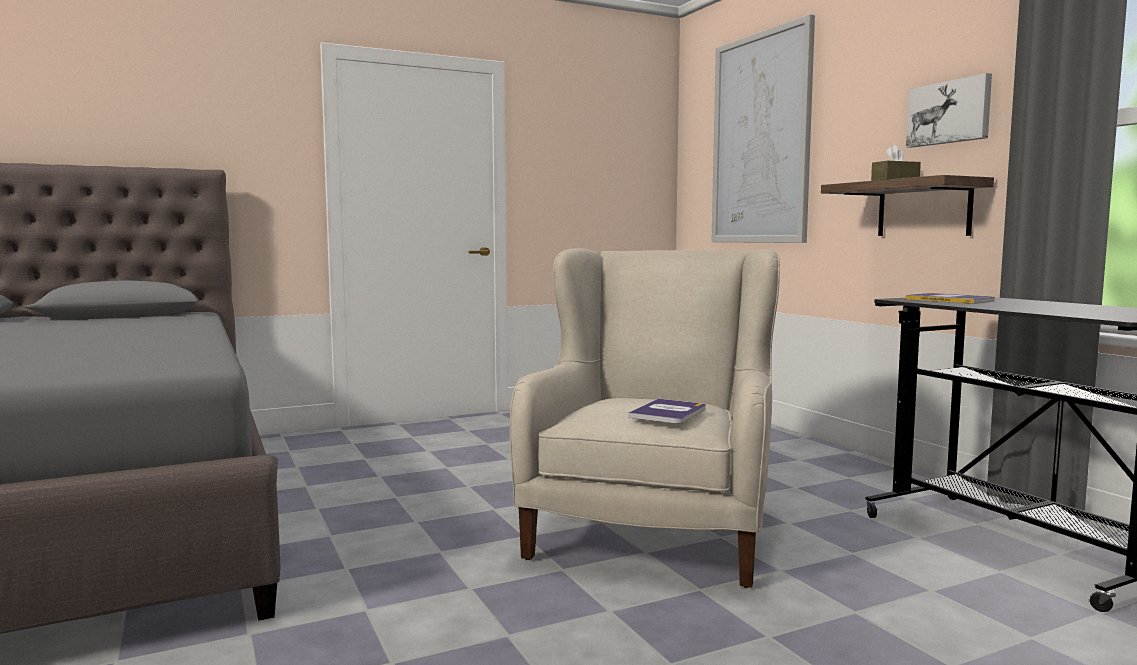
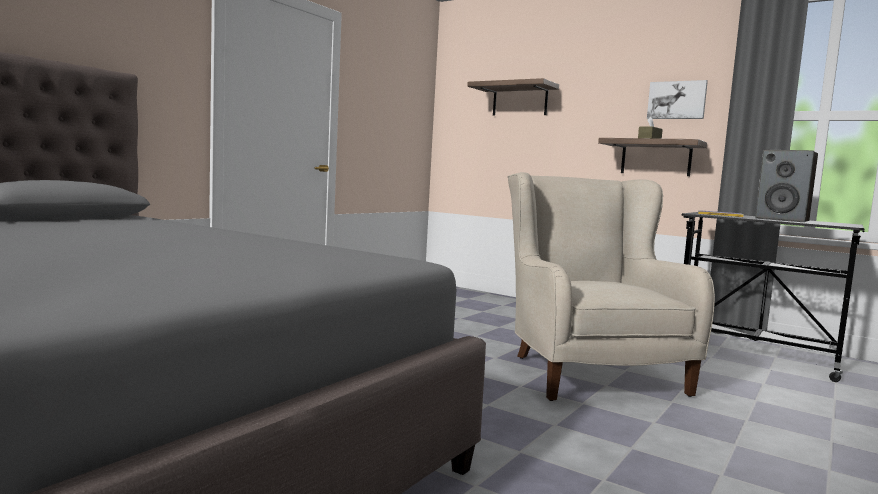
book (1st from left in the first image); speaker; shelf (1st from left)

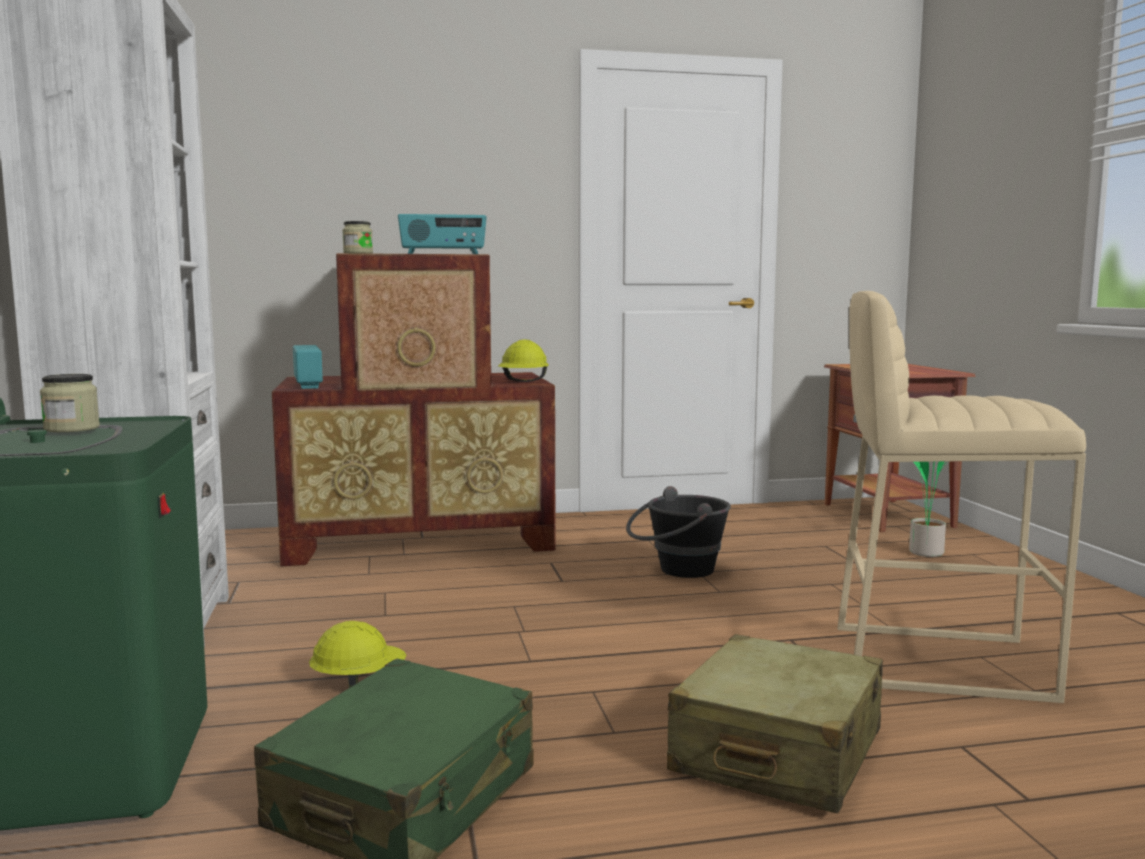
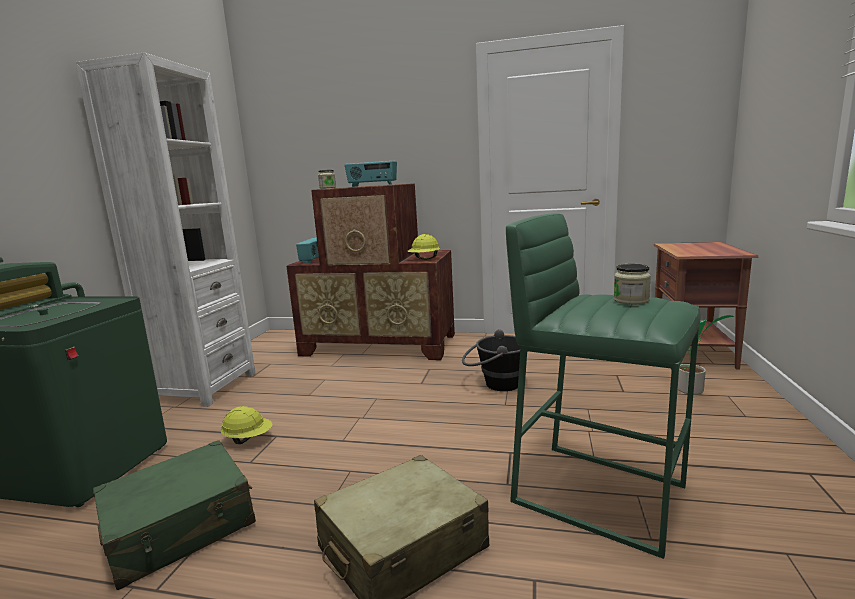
jar (2nd from left); green stool

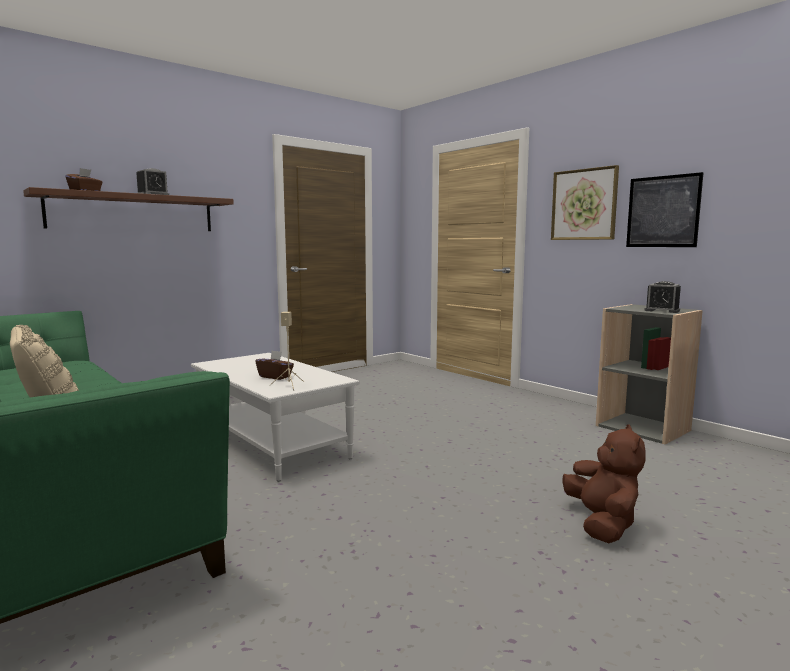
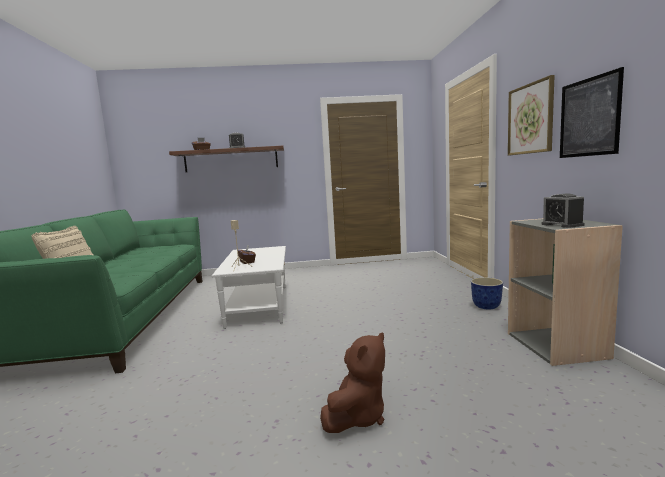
planter

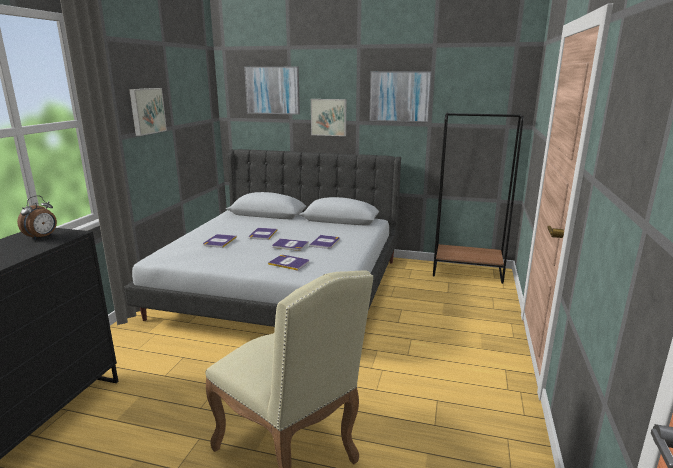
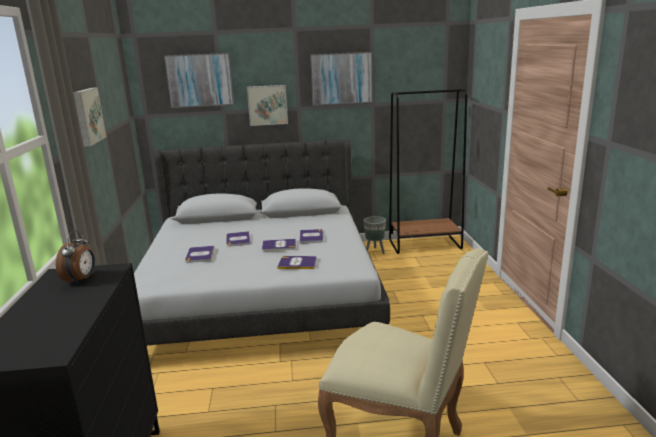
grey planter

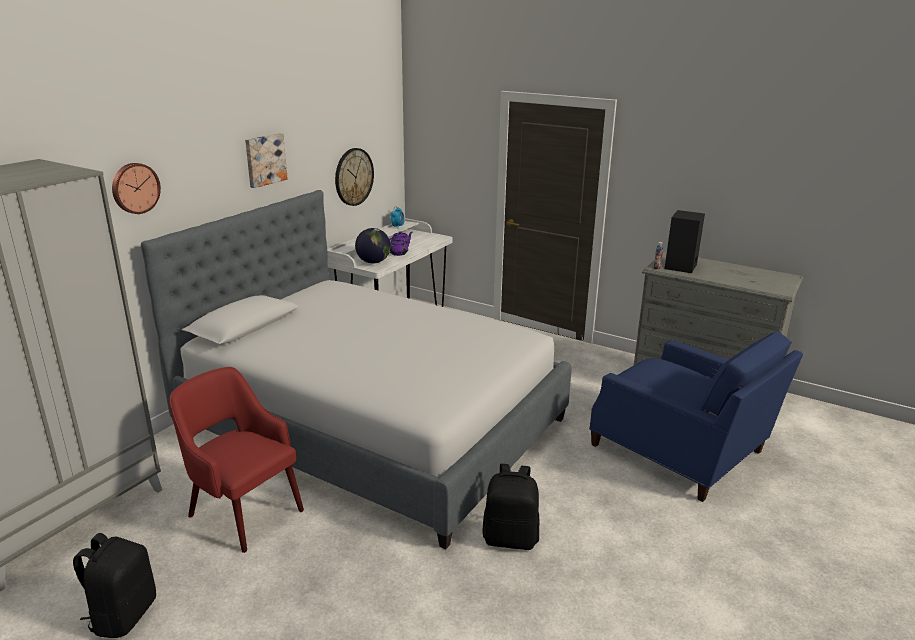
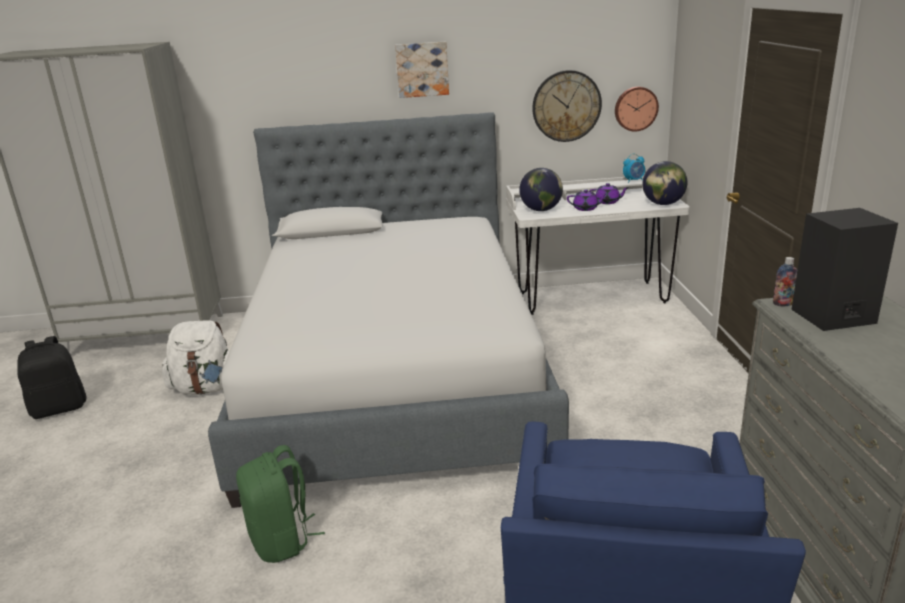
globe (2nd from left); wall clock (2nd from left); white backpack; green backpack

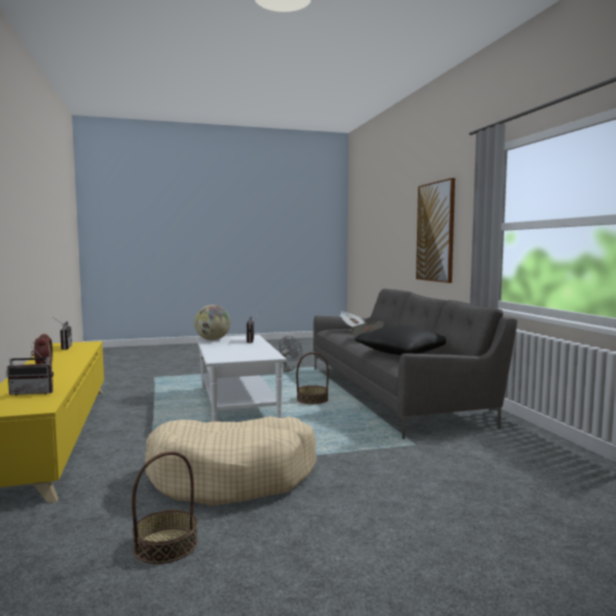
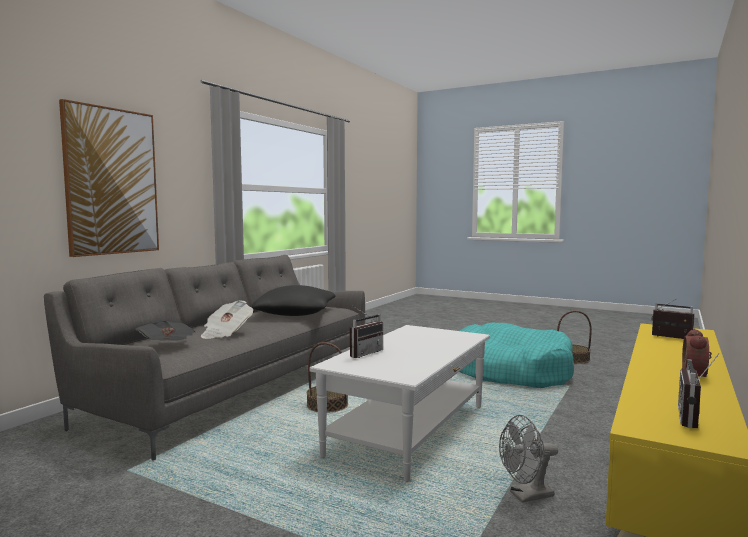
globe; grey fan; turquoise dog bed

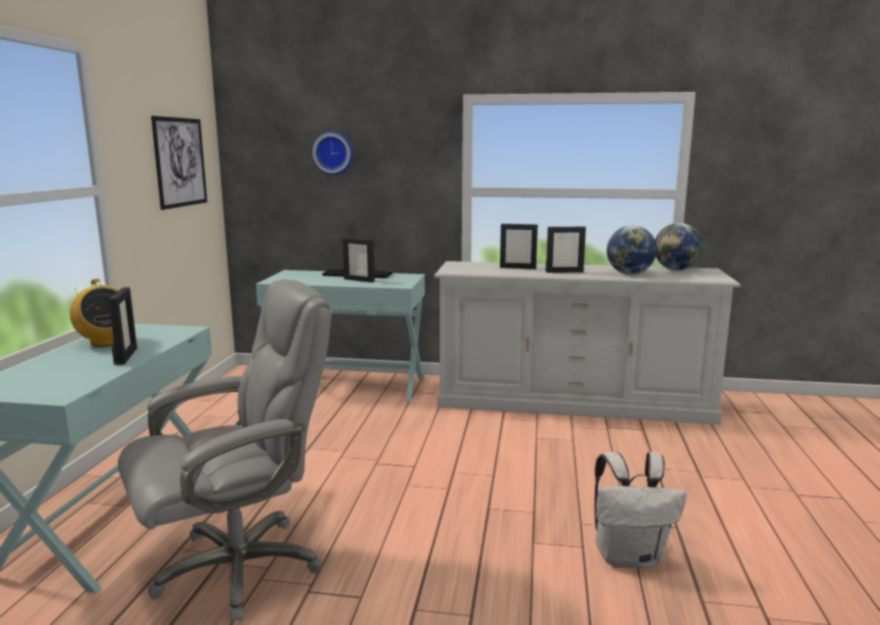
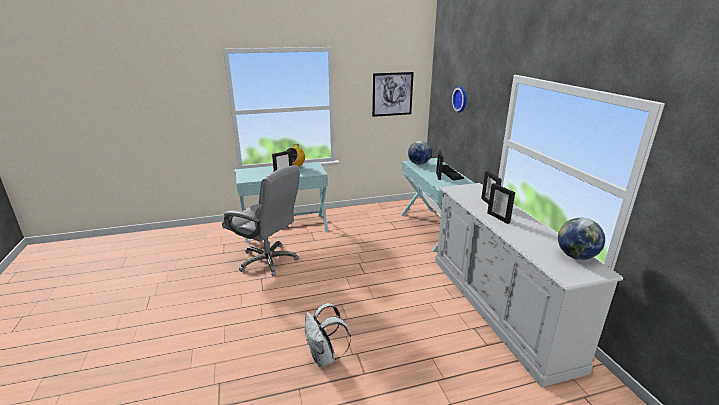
globe (1st from left)

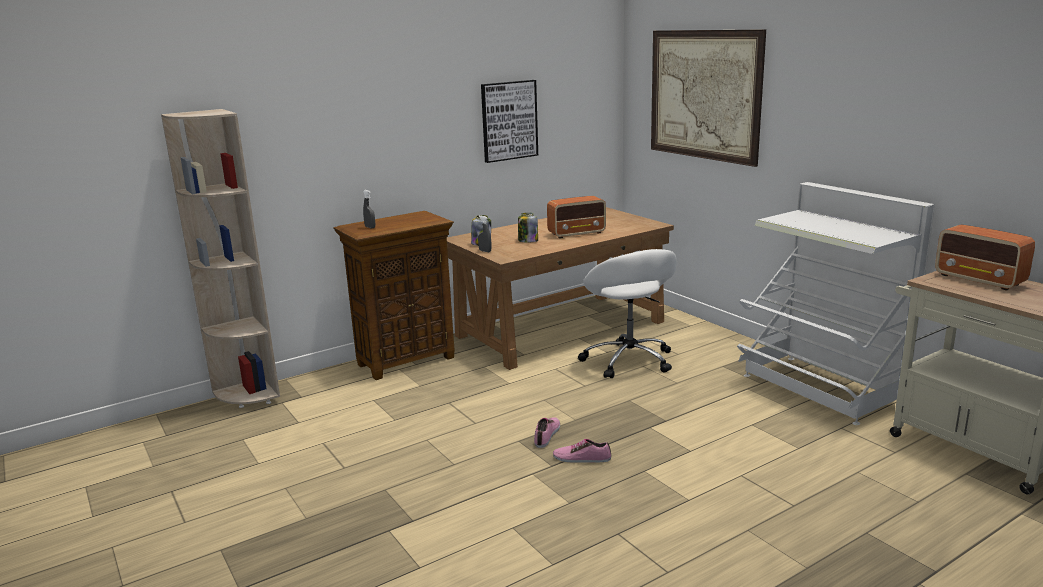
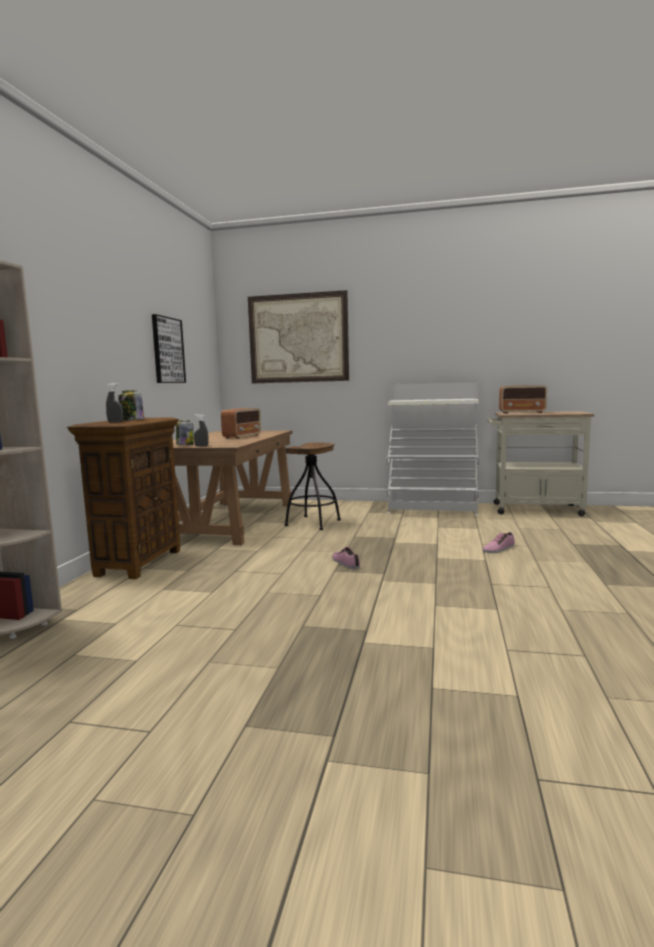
jar (1st from left); shoe (2nd from left); brown stool

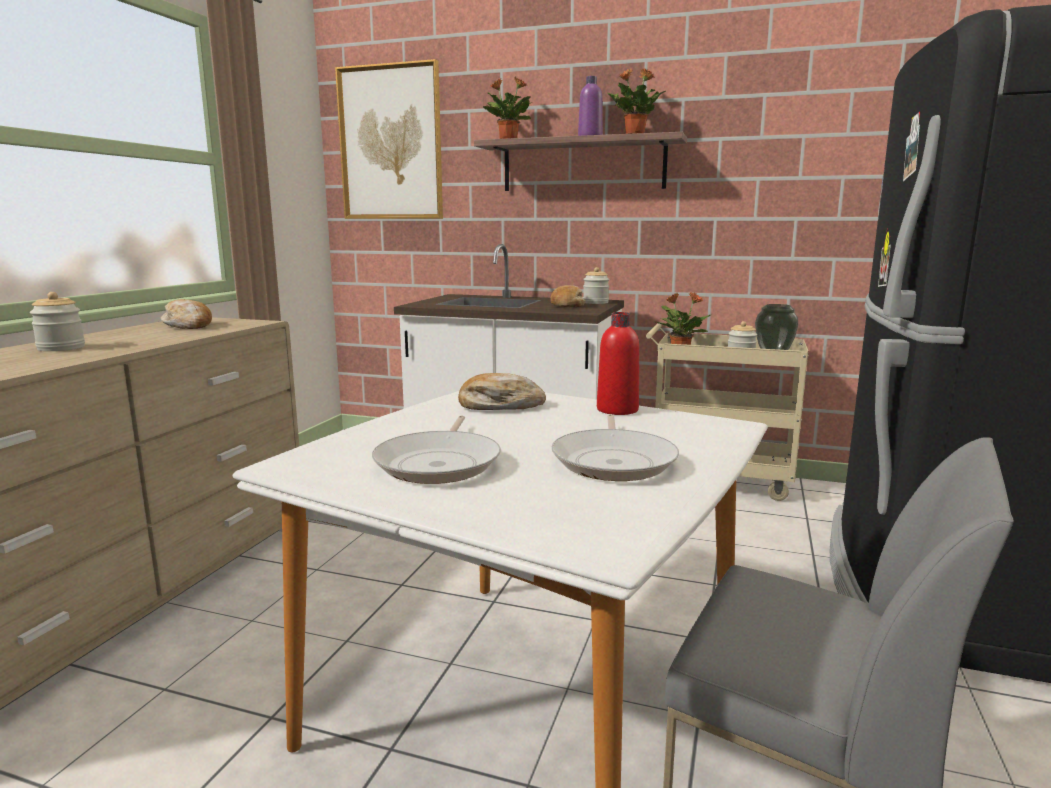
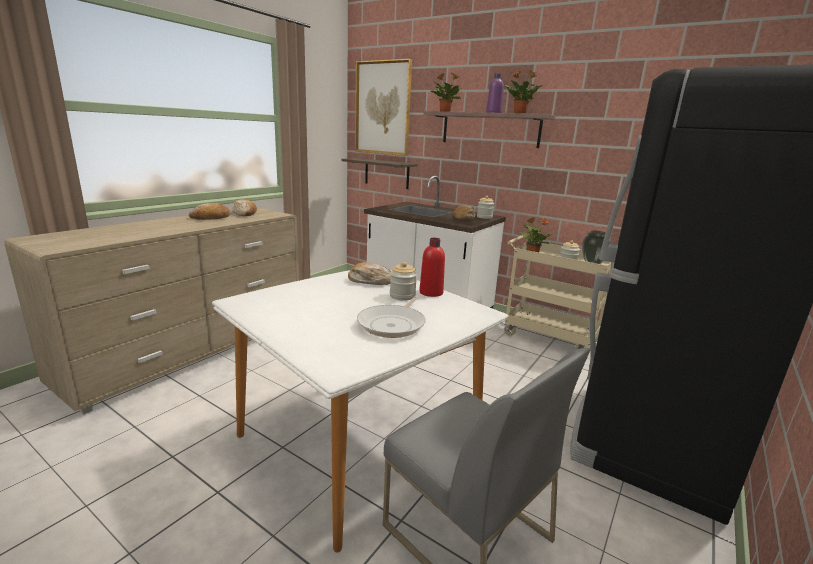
frying pan (1st from left in the first image); bread (1st from left); shelf (1st from left); jar (1st from left)

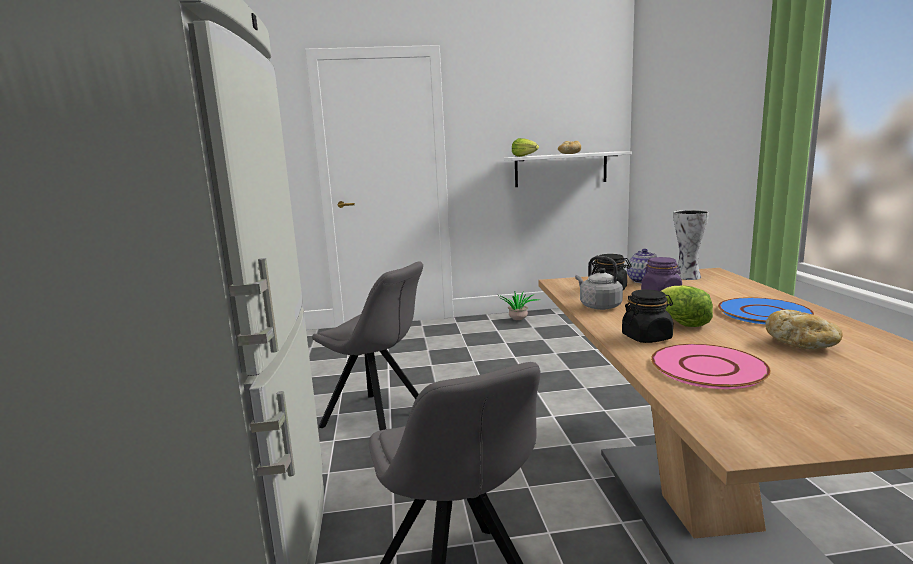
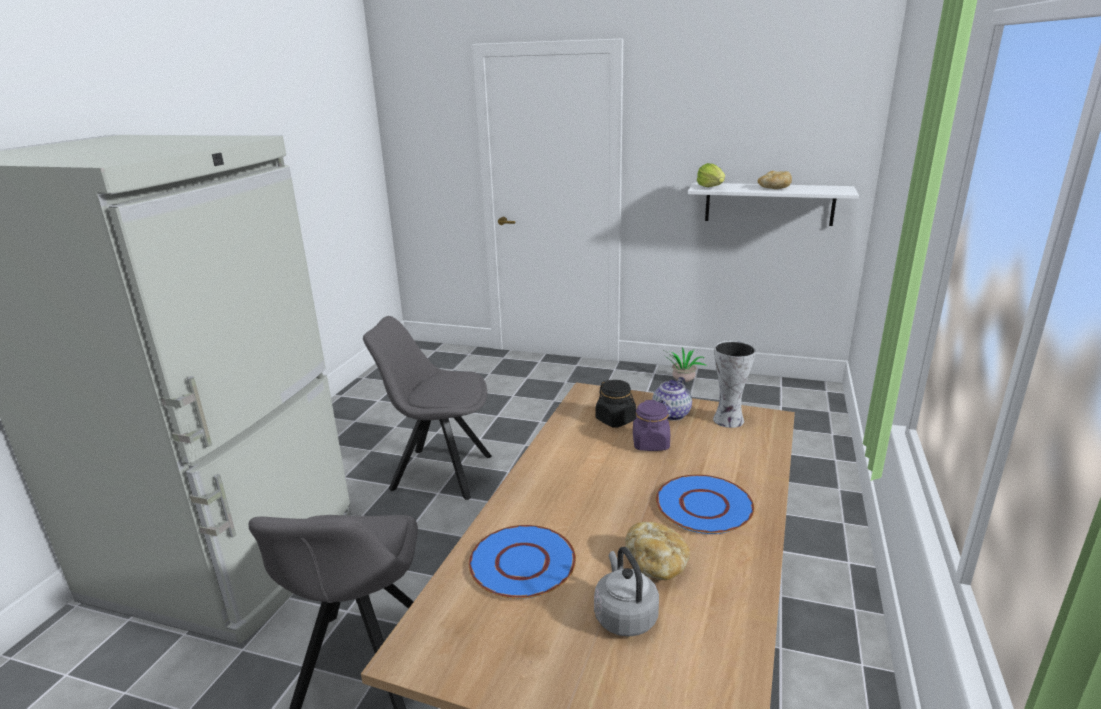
black jar (2nd from left in the first image); lettuce (2nd from left in the first image); grey kettle; blue plate (1st from left); grey chair (2nd from left)

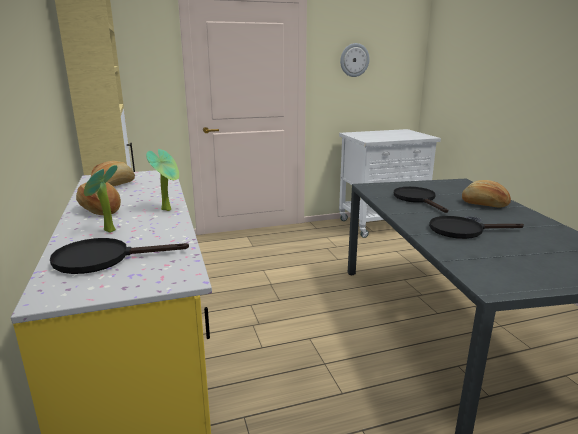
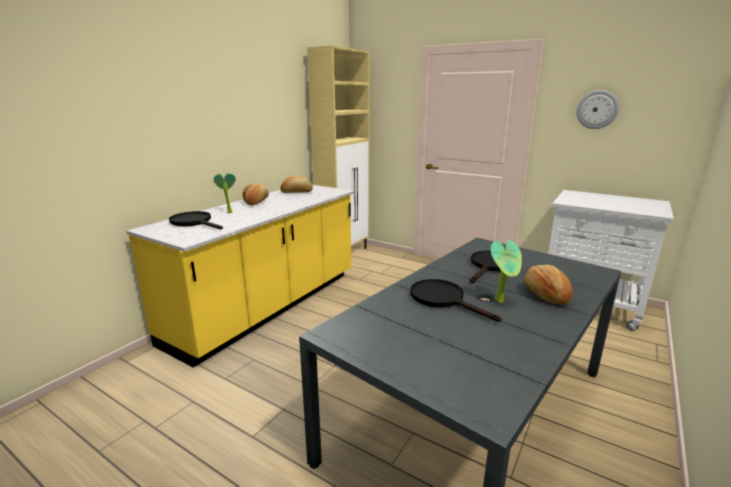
potted plant (2nd from left)

